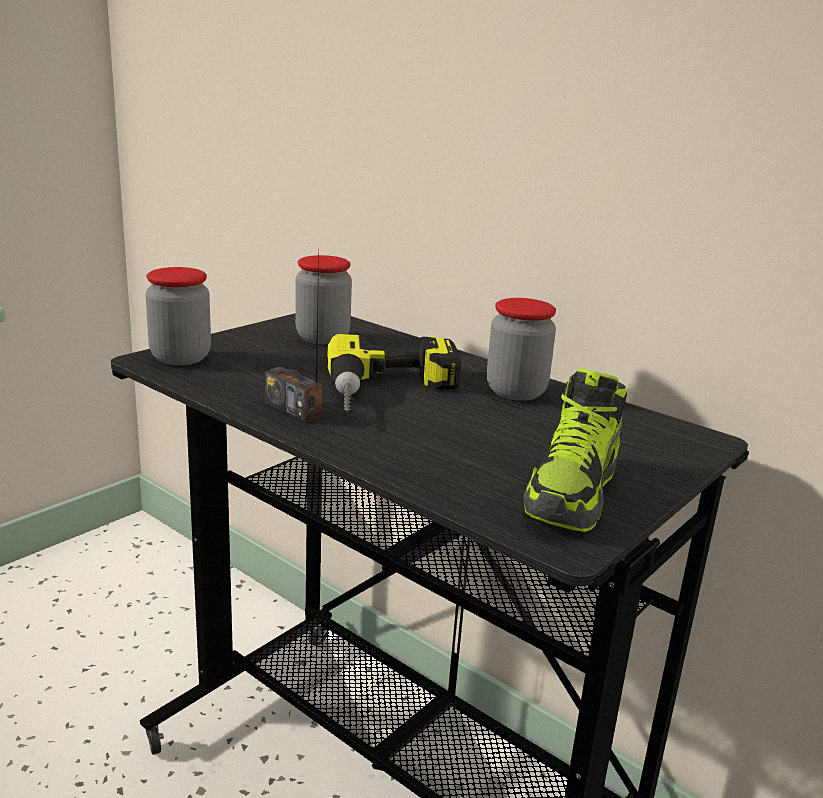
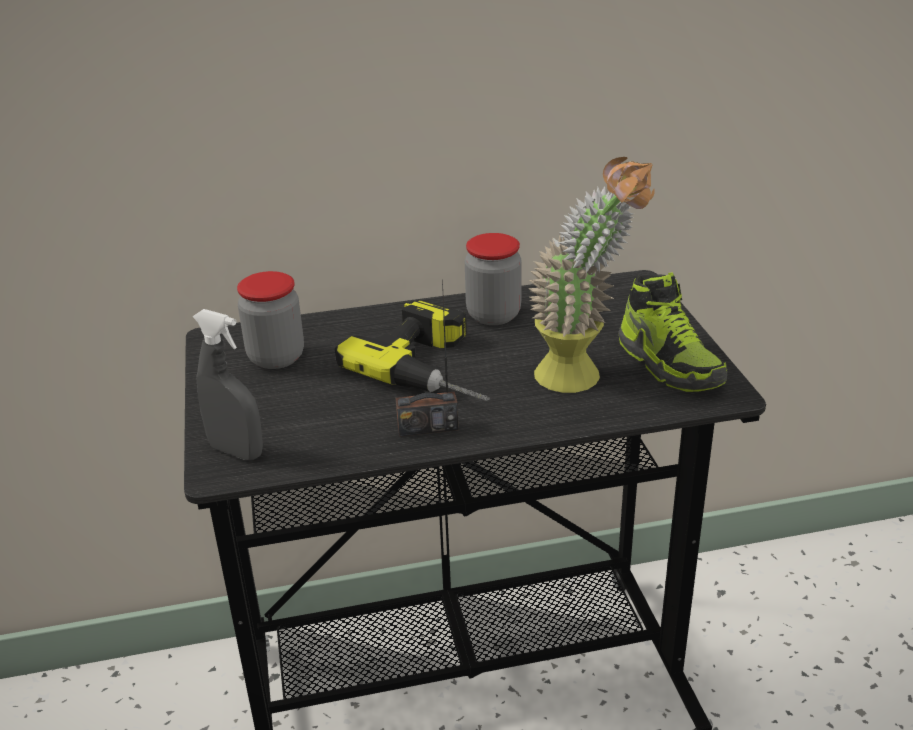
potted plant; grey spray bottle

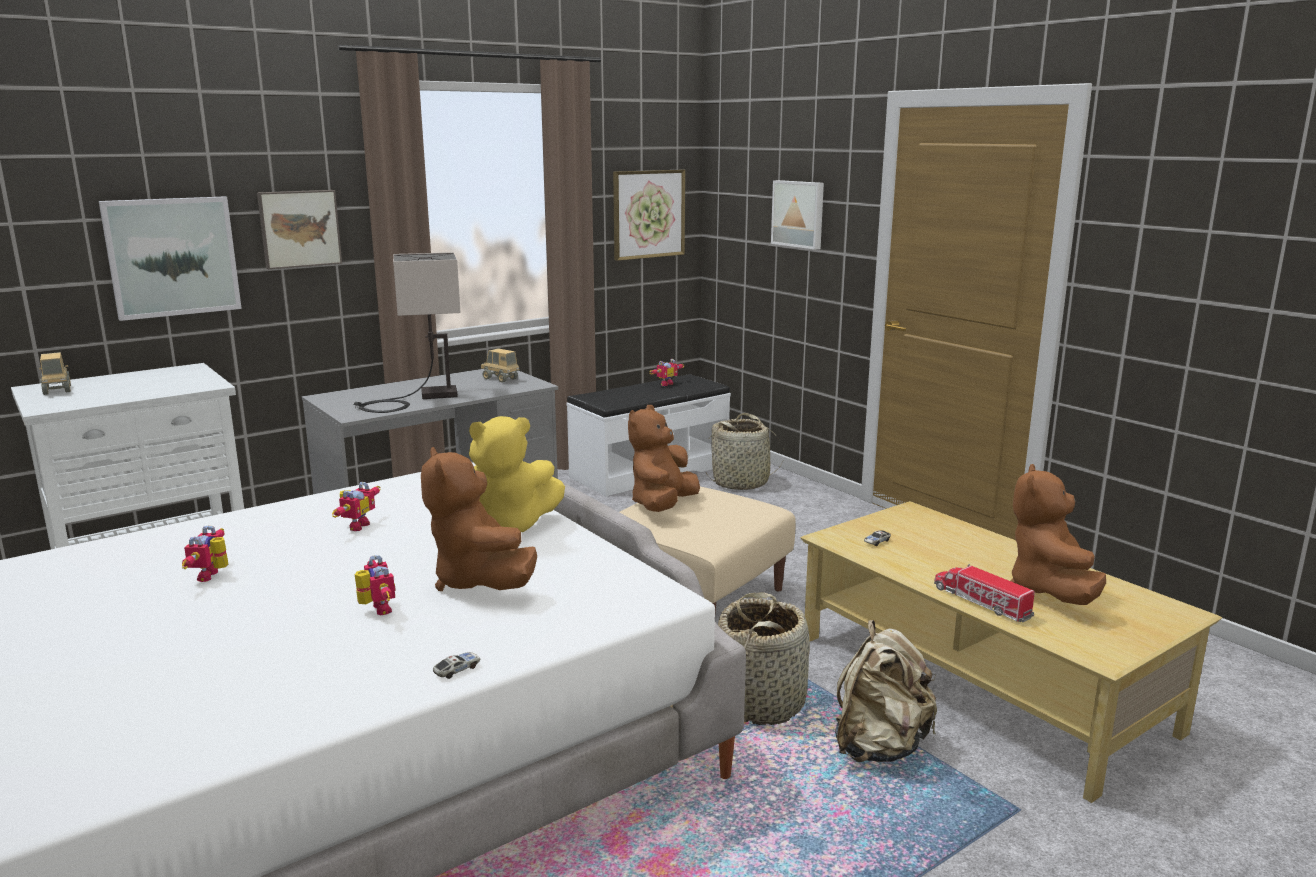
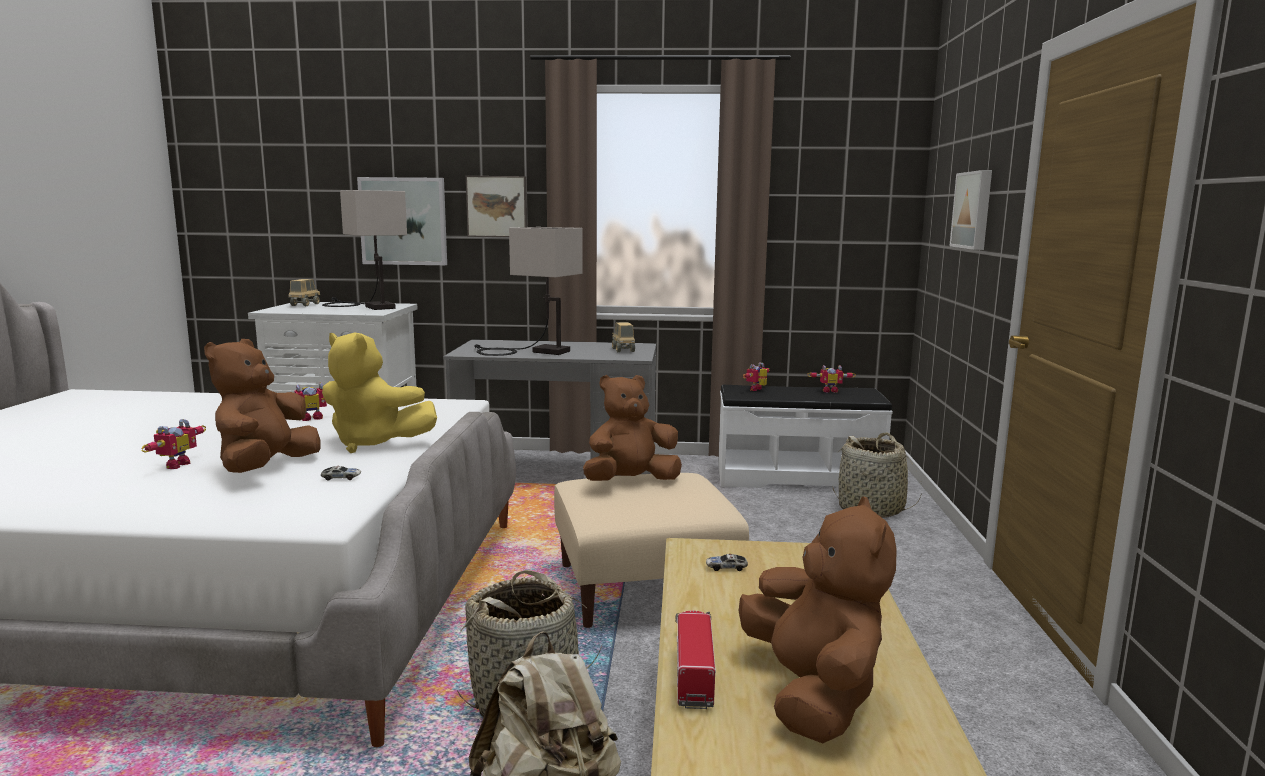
picture (3rd from left in the first image); table lamp (1st from left); toy robot (3rd from left); toy car (1st from left); brown plush toy (3rd from left)

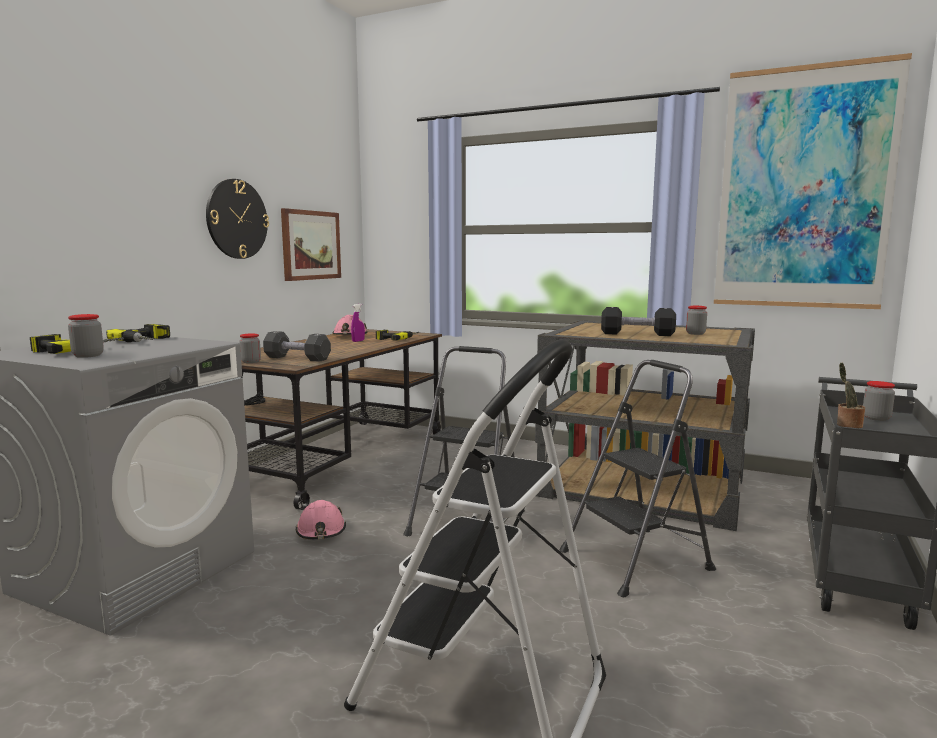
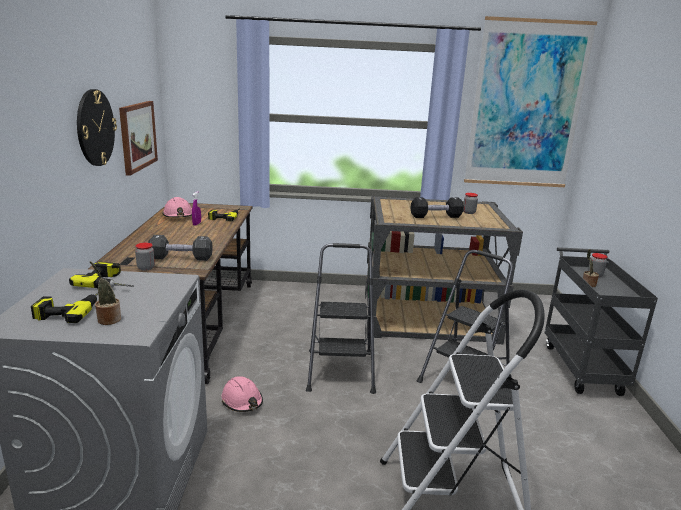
potted plant (1st from left)

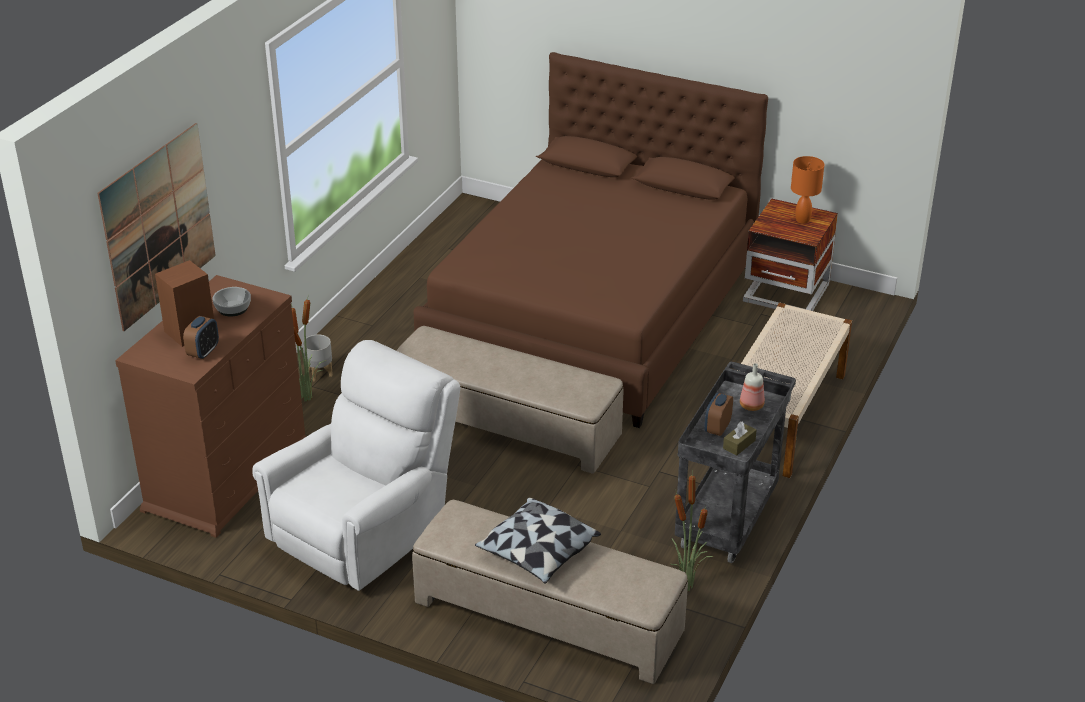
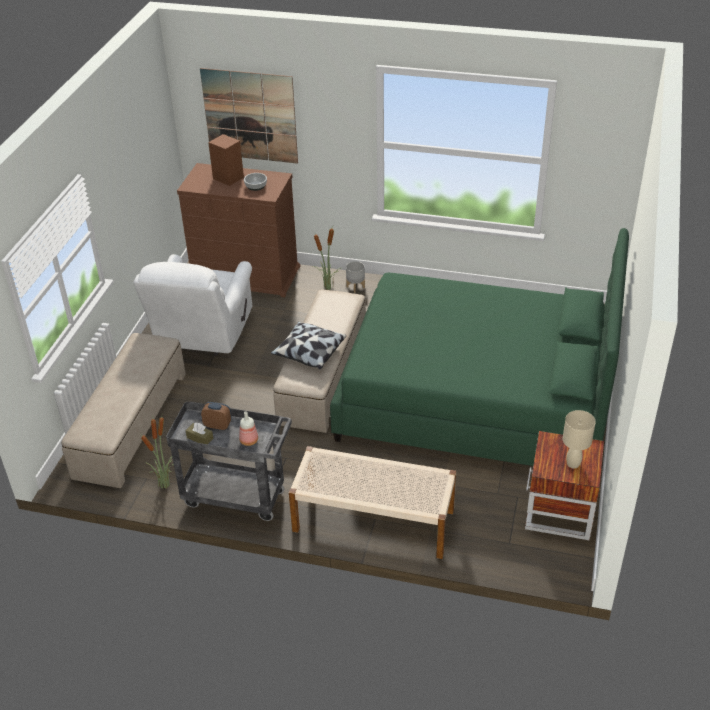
alarm clock (1st from left in the first image); pillow; green bed; beige table lamp; white armchair

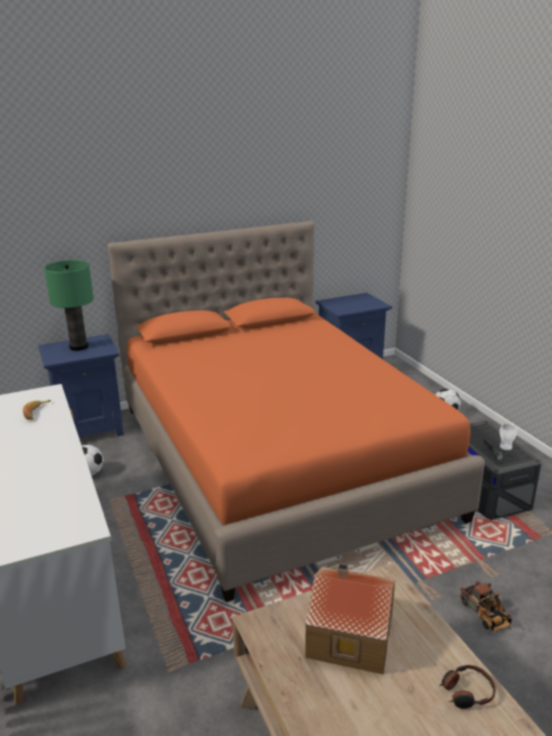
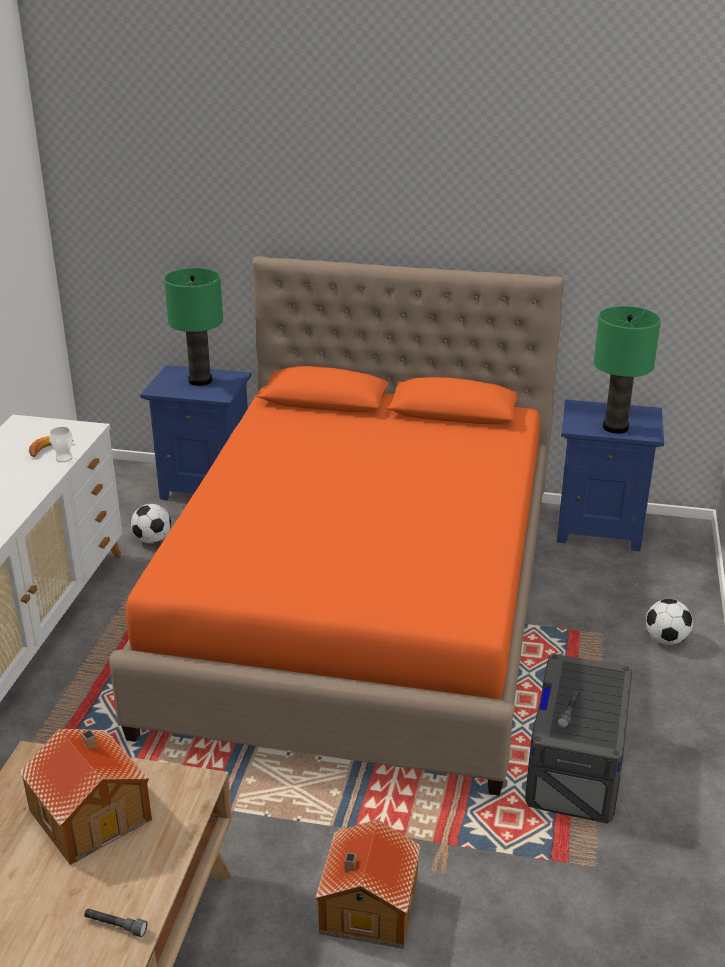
green table lamp (2nd from left); cup; grey flashlight (1st from left); toy house (2nd from left)

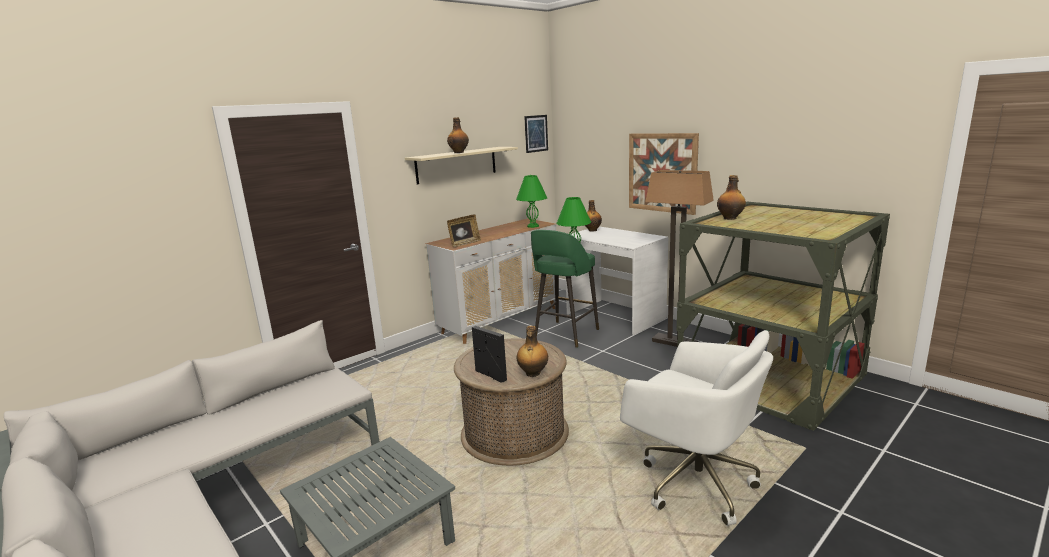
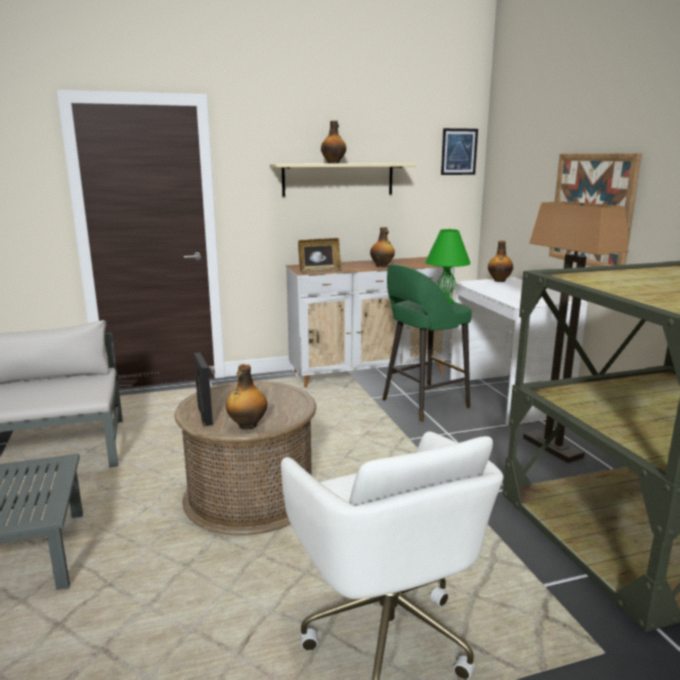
green table lamp (1st from left in the first image); bottle (3rd from left)

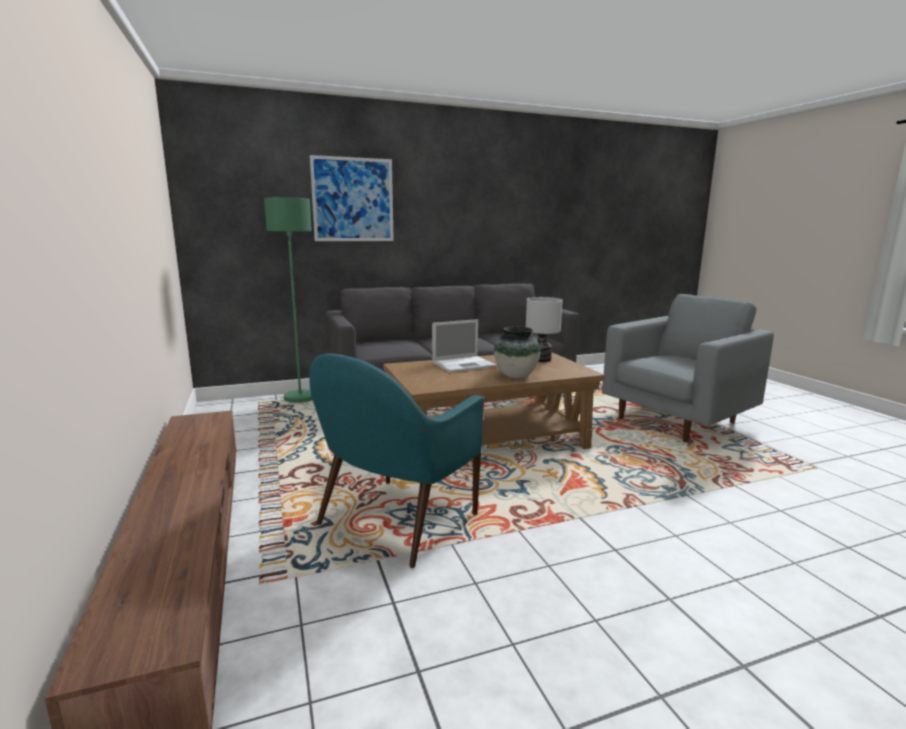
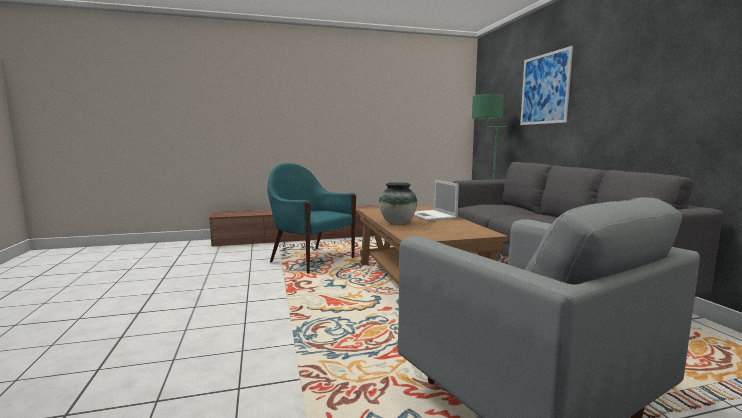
grey table lamp

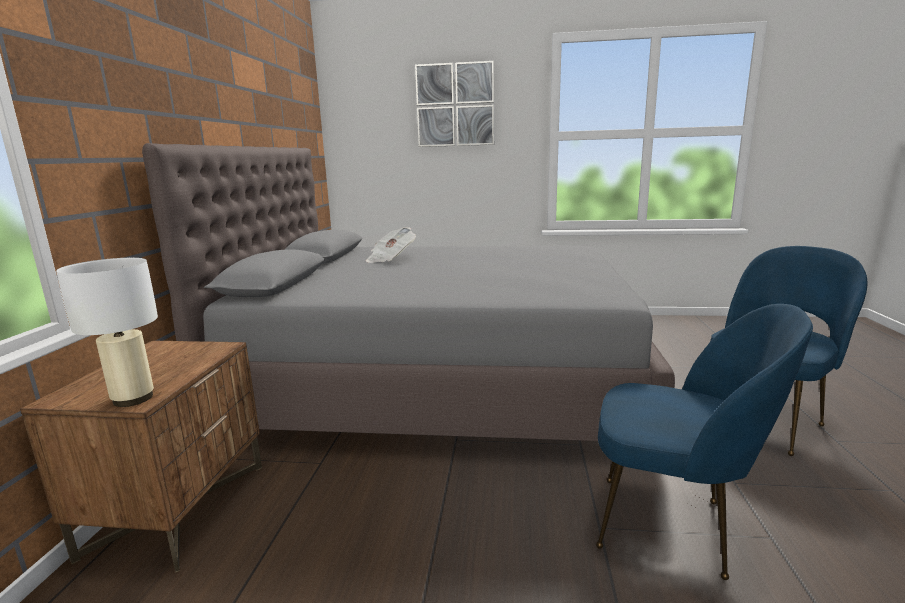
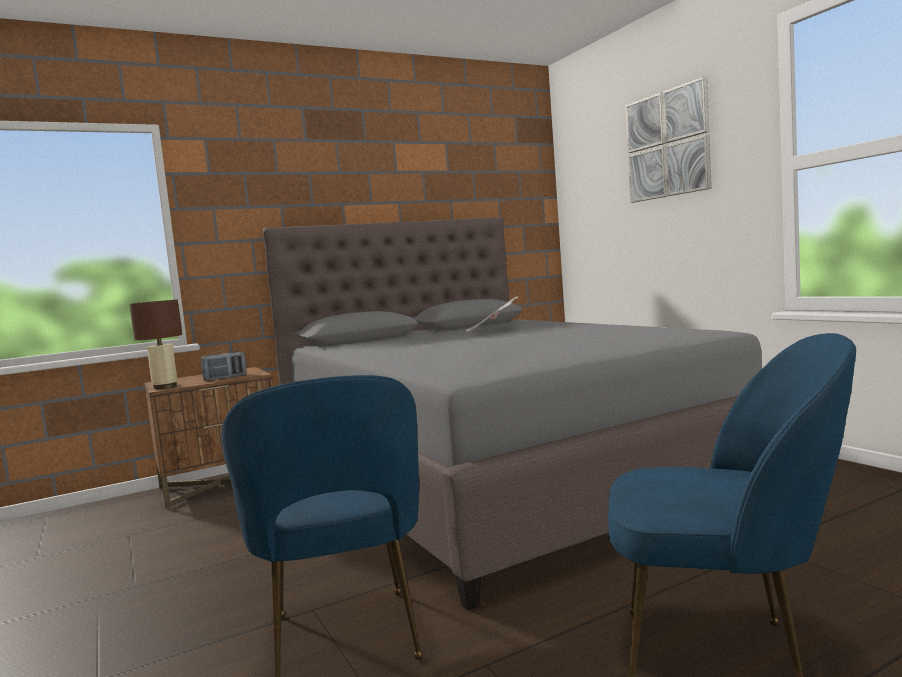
radio; brown table lamp

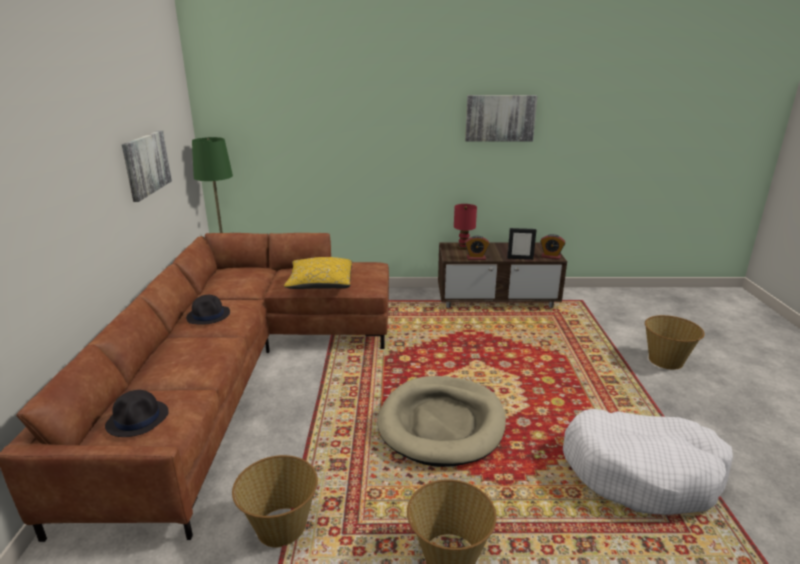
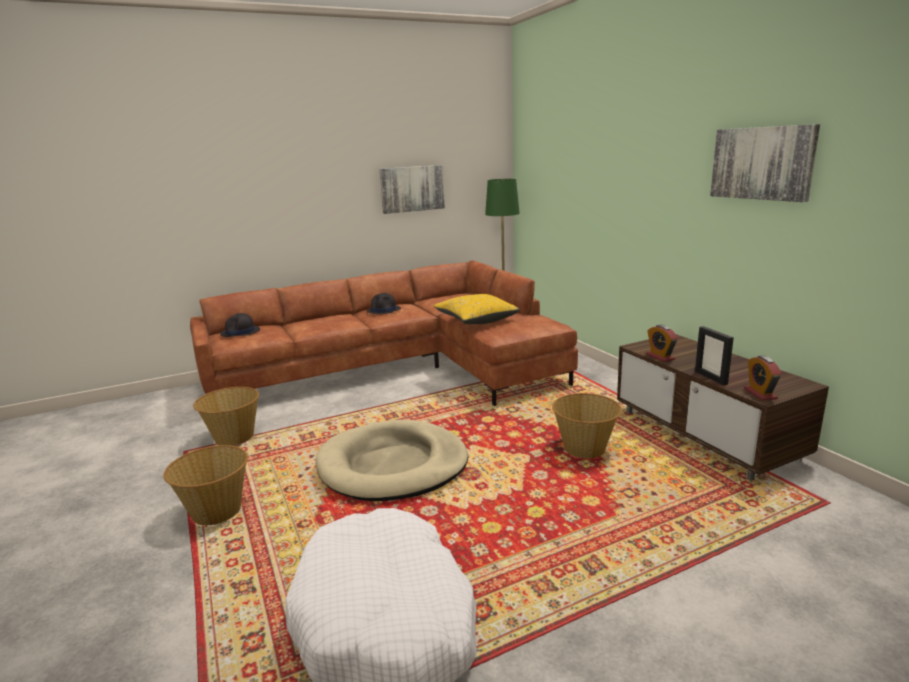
red table lamp; basket (3rd from left)

